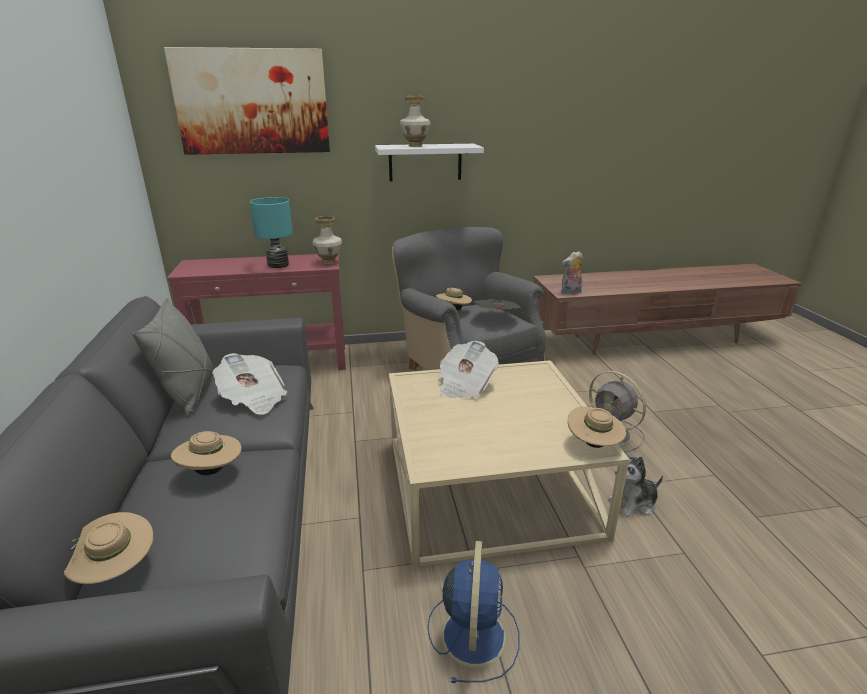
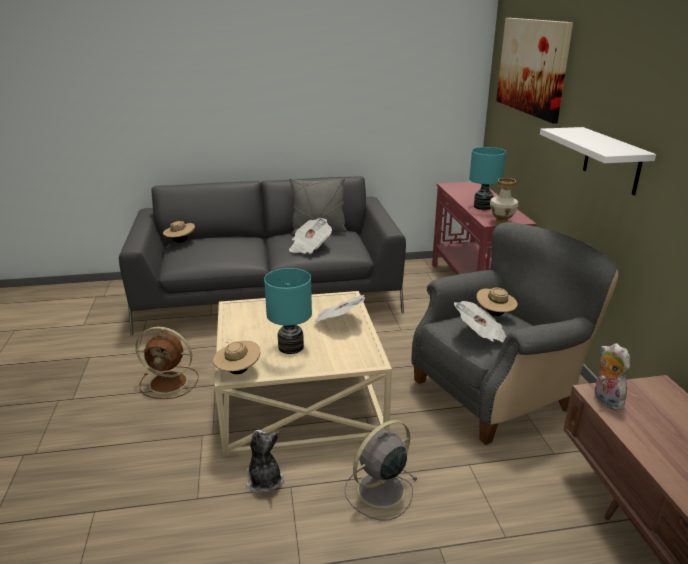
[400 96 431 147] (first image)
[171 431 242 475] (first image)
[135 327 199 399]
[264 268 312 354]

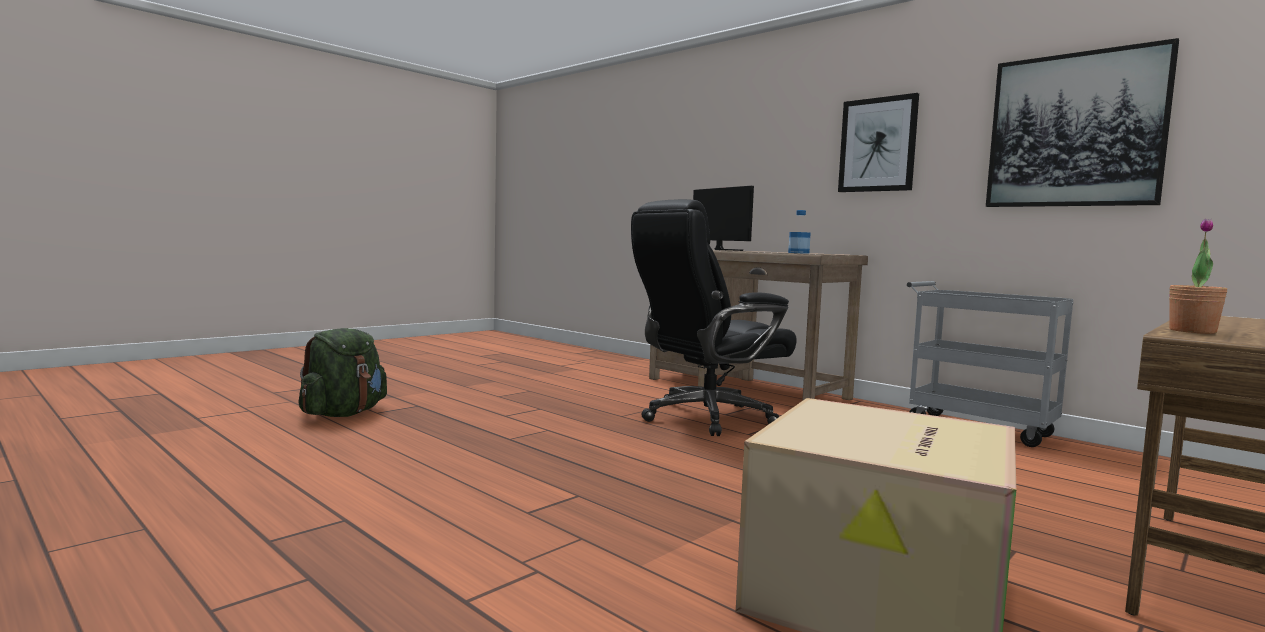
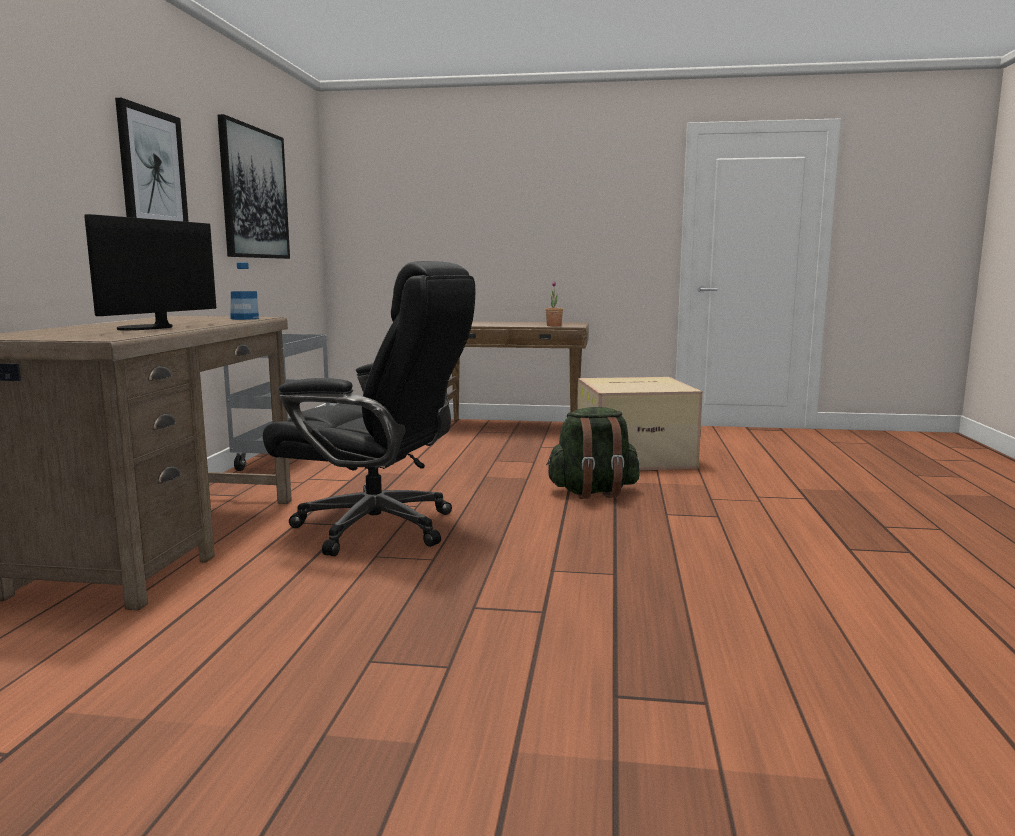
[546 407 640 499]

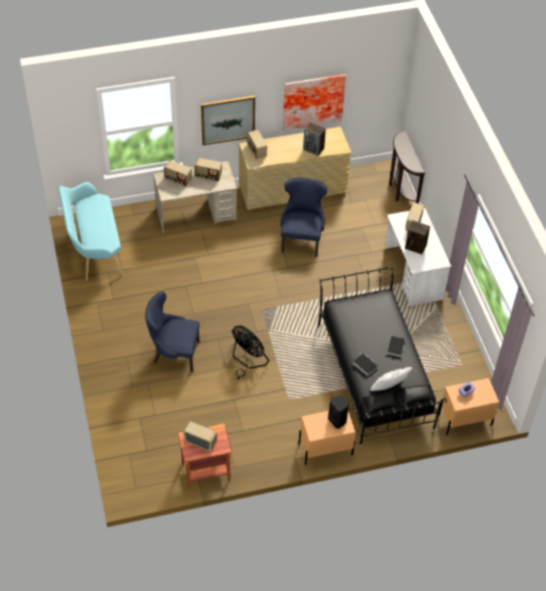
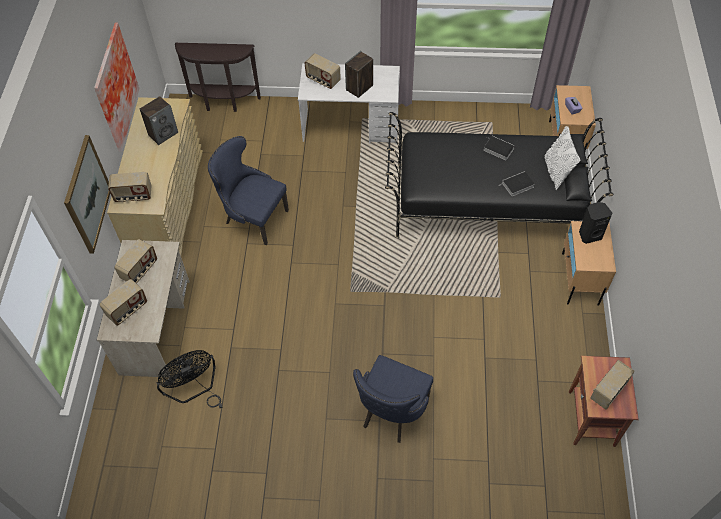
[59 182 123 281] (first image)
[156 350 223 408]

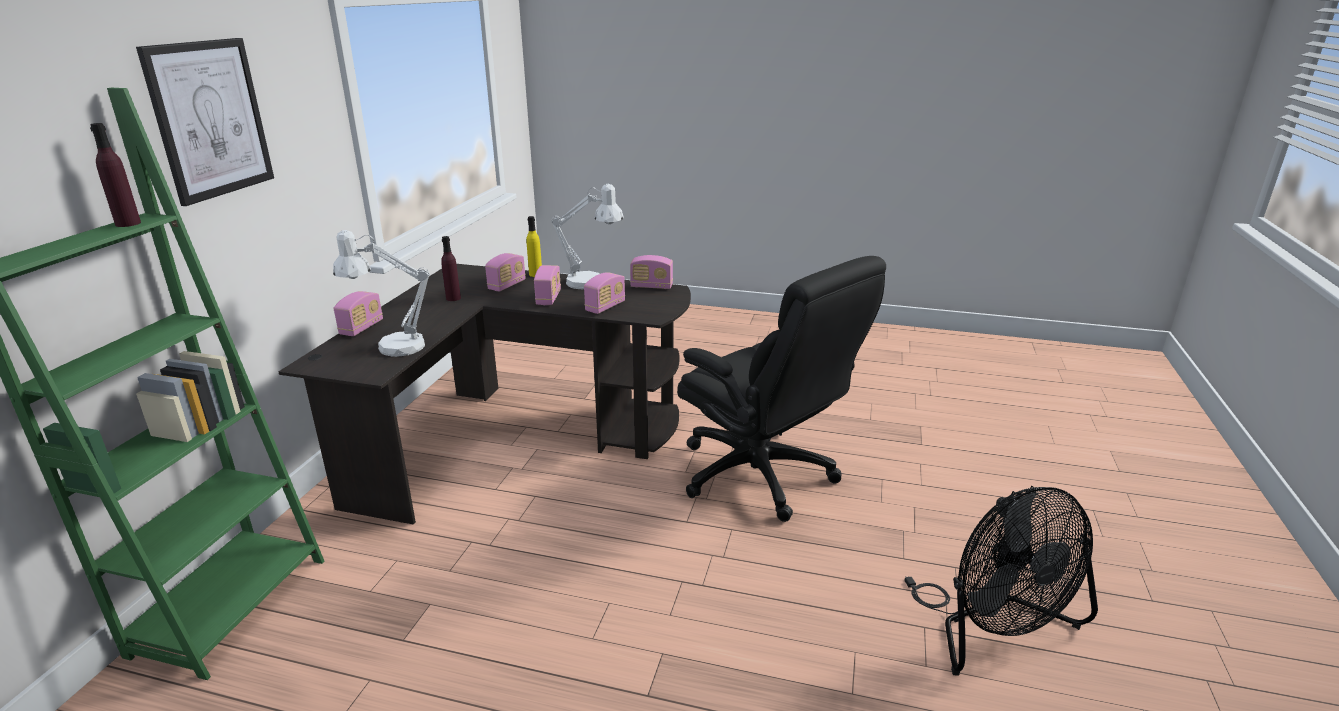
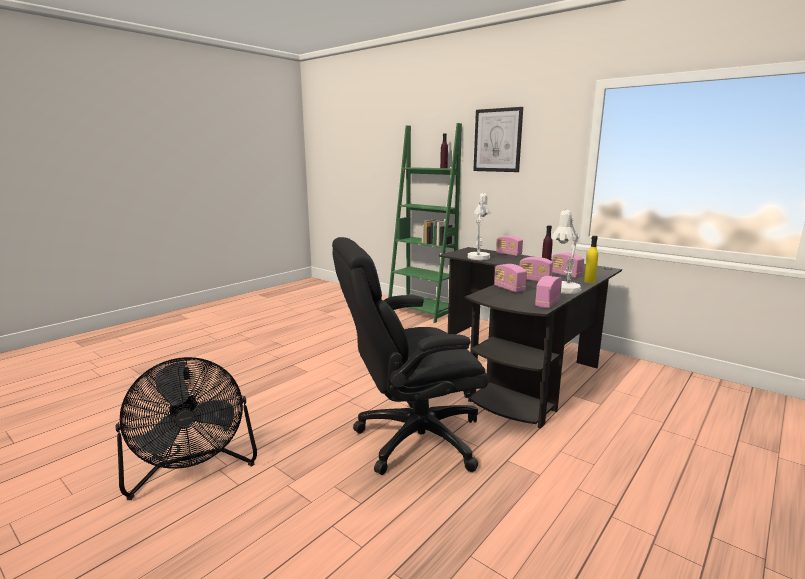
[115 357 257 500]

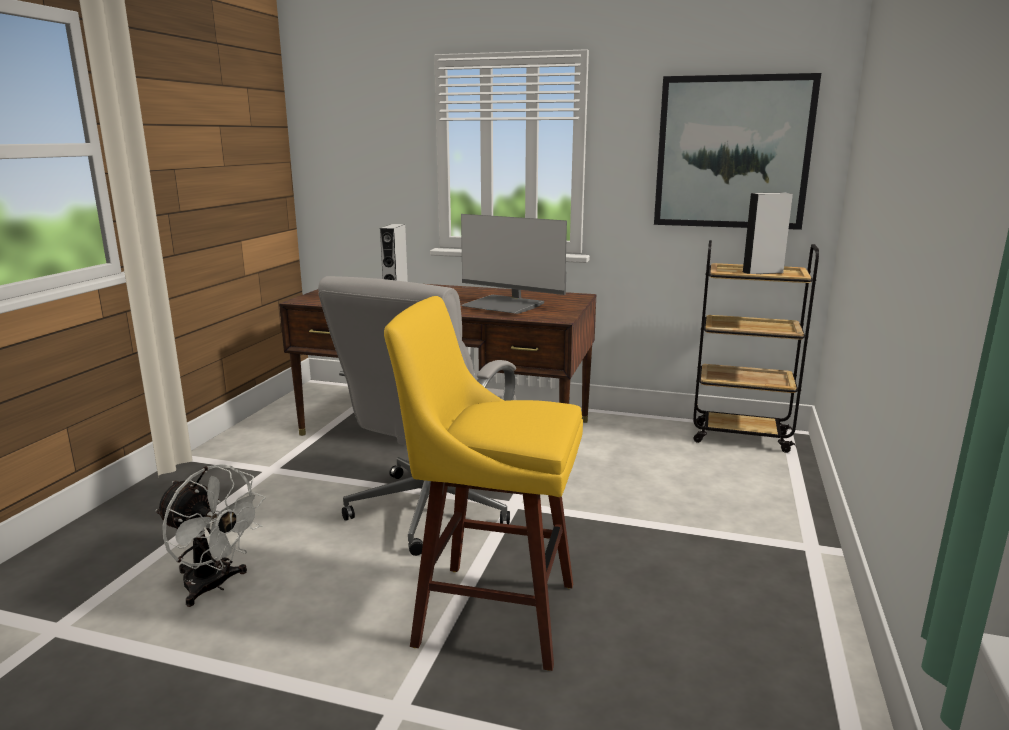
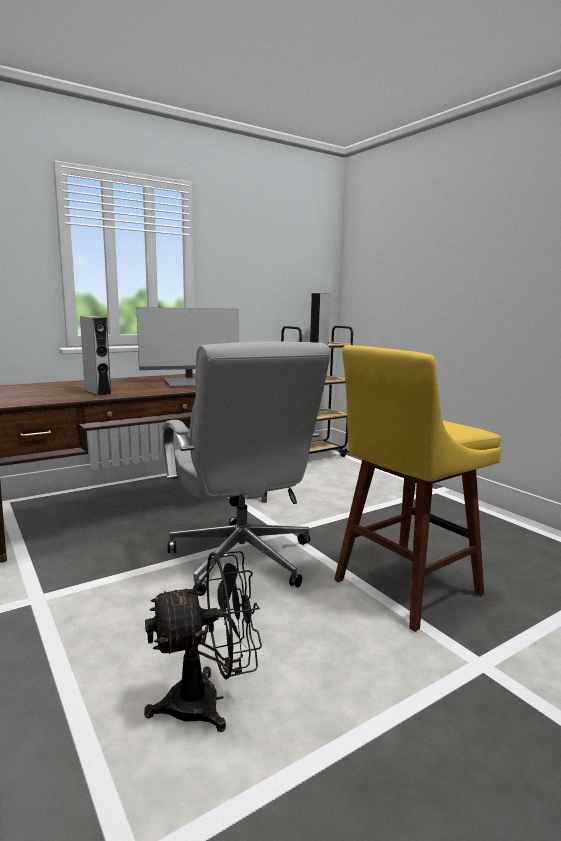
[654 73 821 230] (first image)
[144 551 262 732]

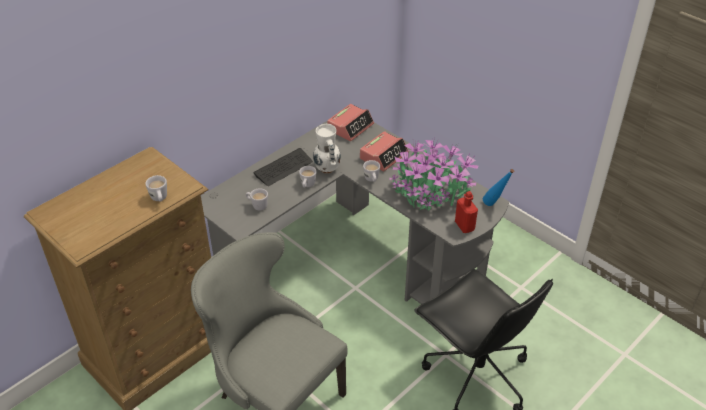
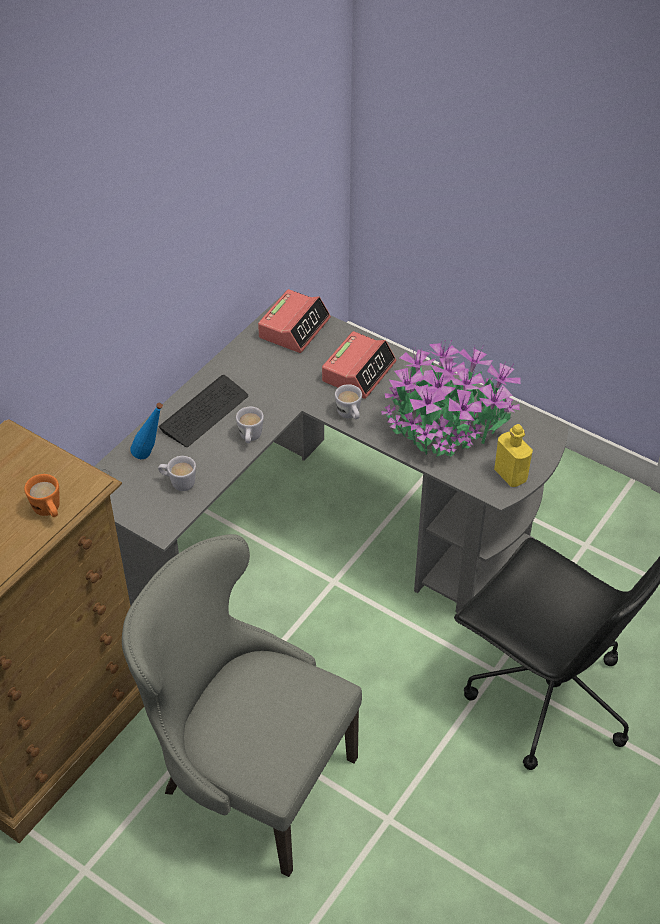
[313 124 341 174] (first image)
[130 403 163 459]
[24 474 60 517]
[494 424 533 487]

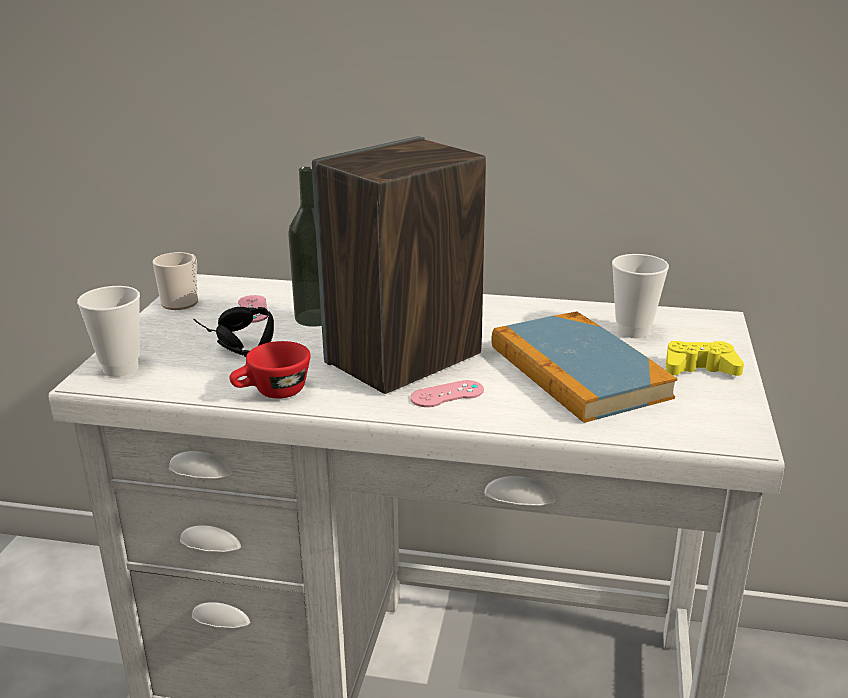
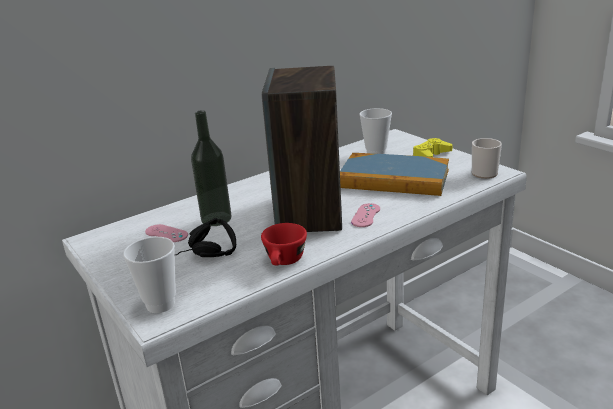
[472 138 502 179]

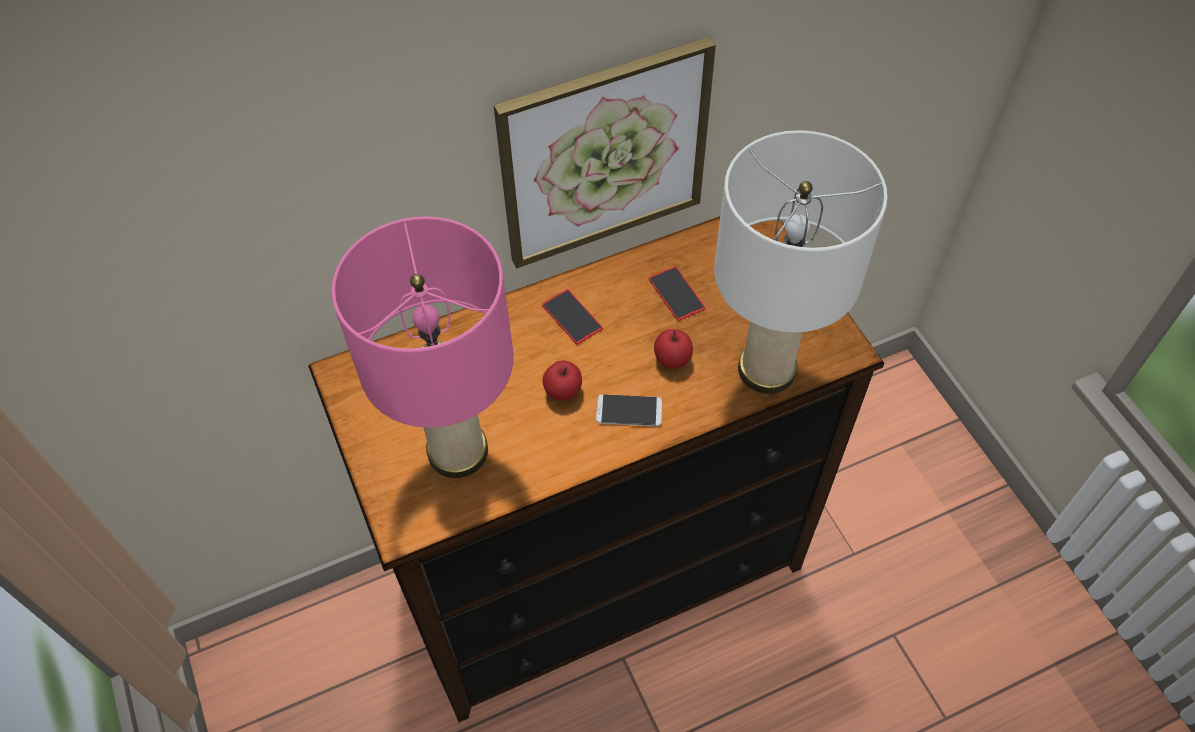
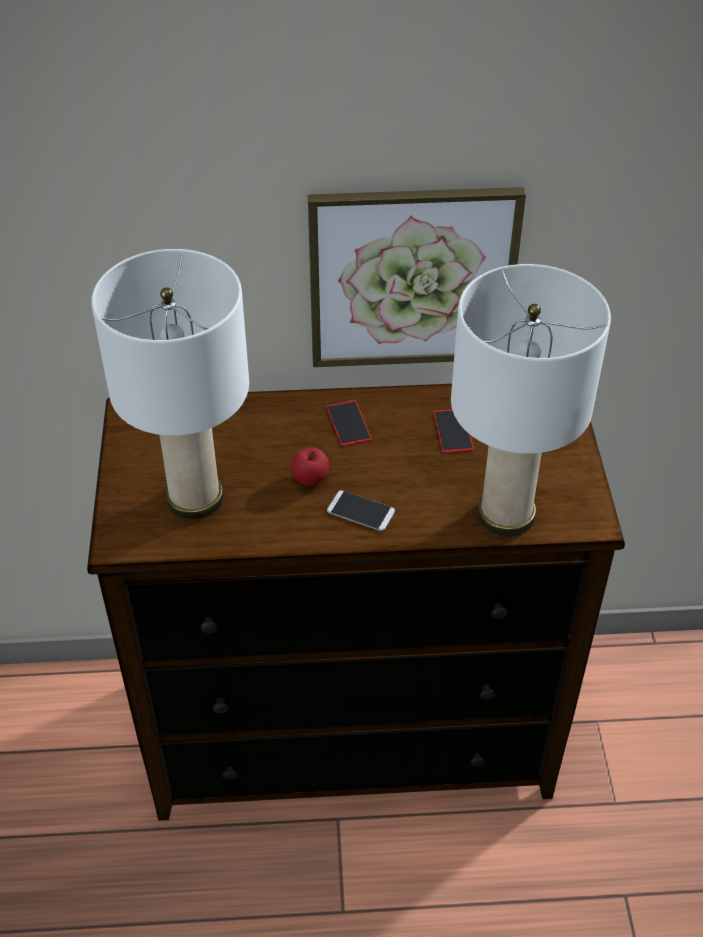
[91 249 249 520]
[654 329 693 369] (first image)

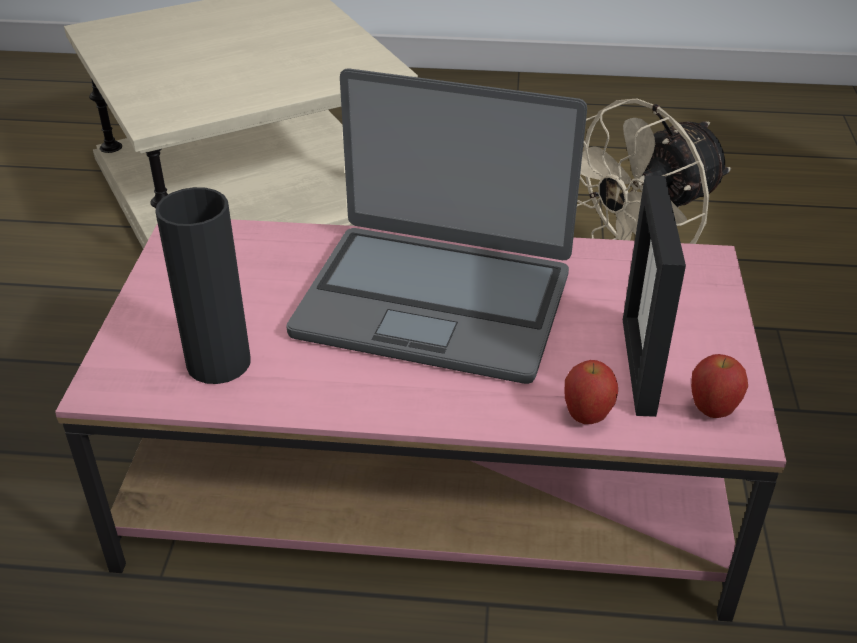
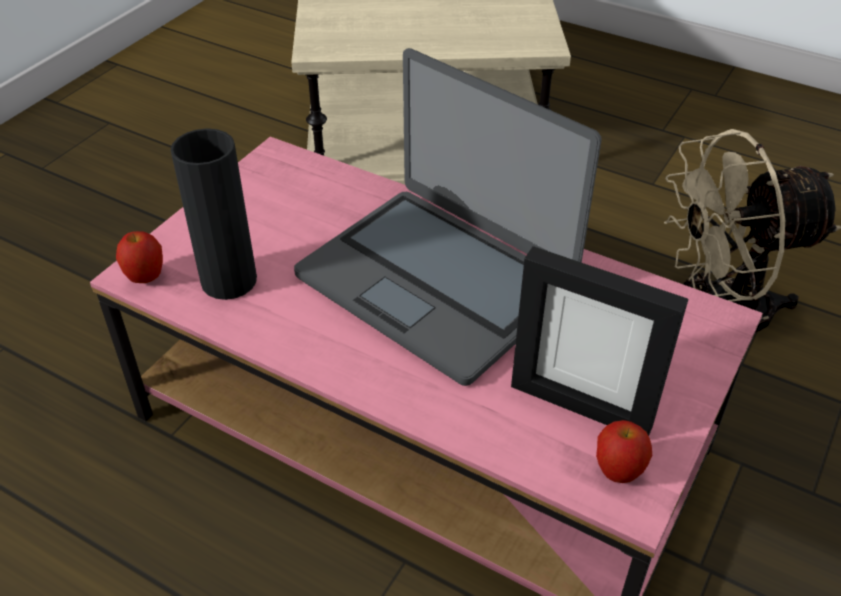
[511 246 688 436]
[116 231 163 283]

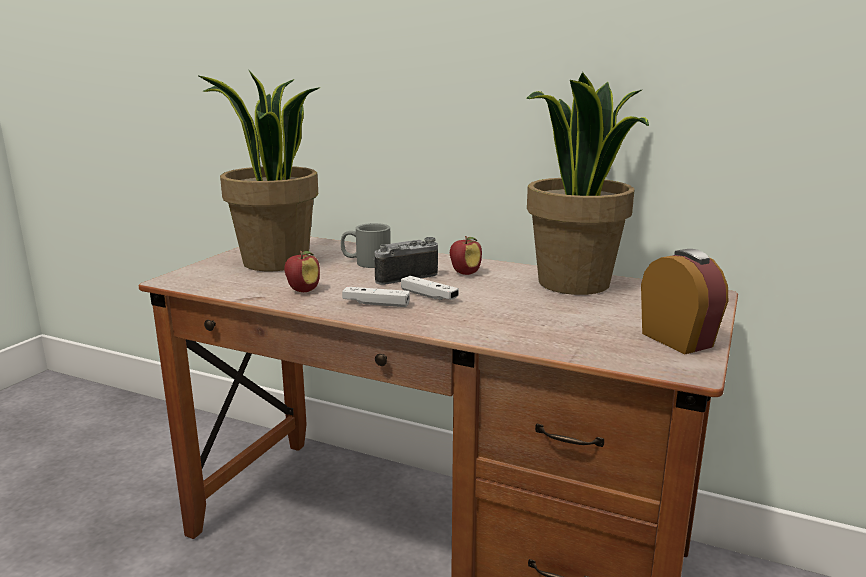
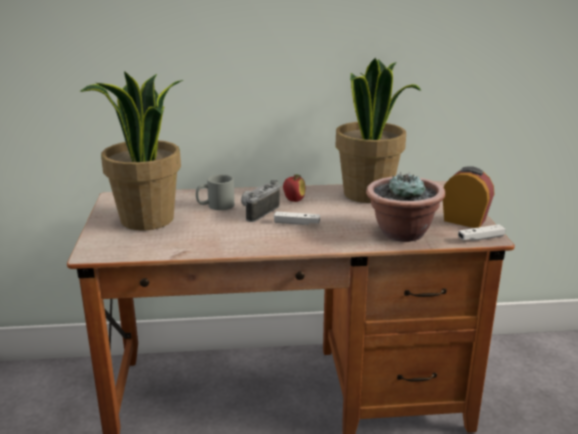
[284 251 320 292] (first image)
[458 224 505 241]
[366 172 445 242]

